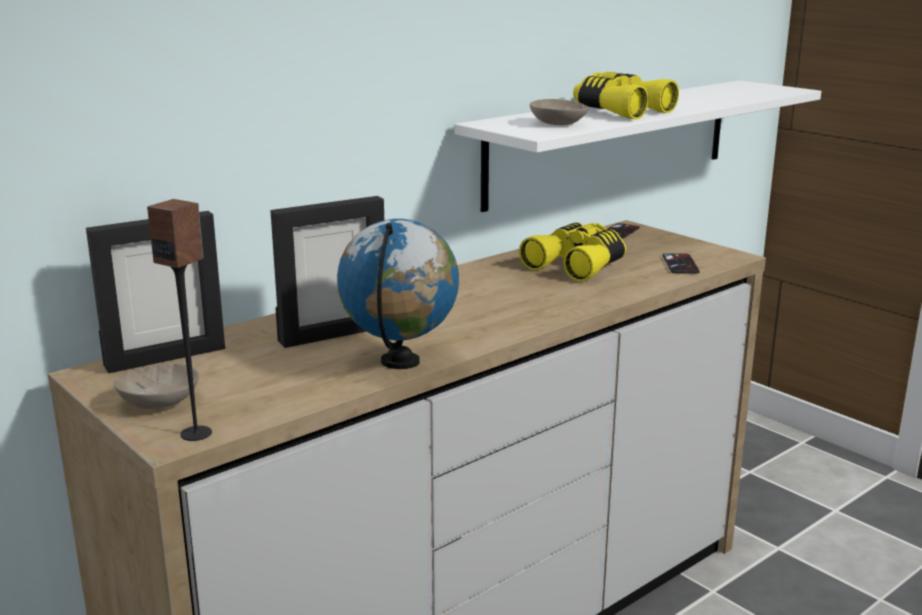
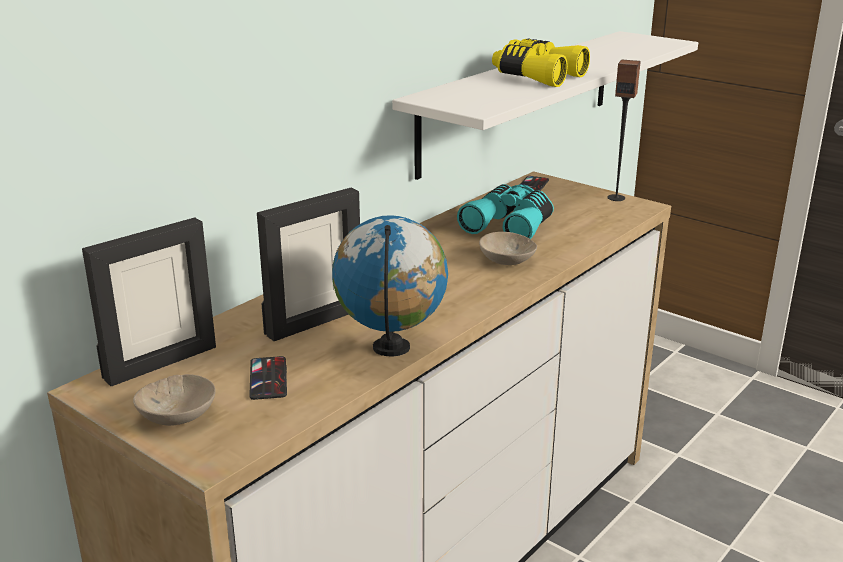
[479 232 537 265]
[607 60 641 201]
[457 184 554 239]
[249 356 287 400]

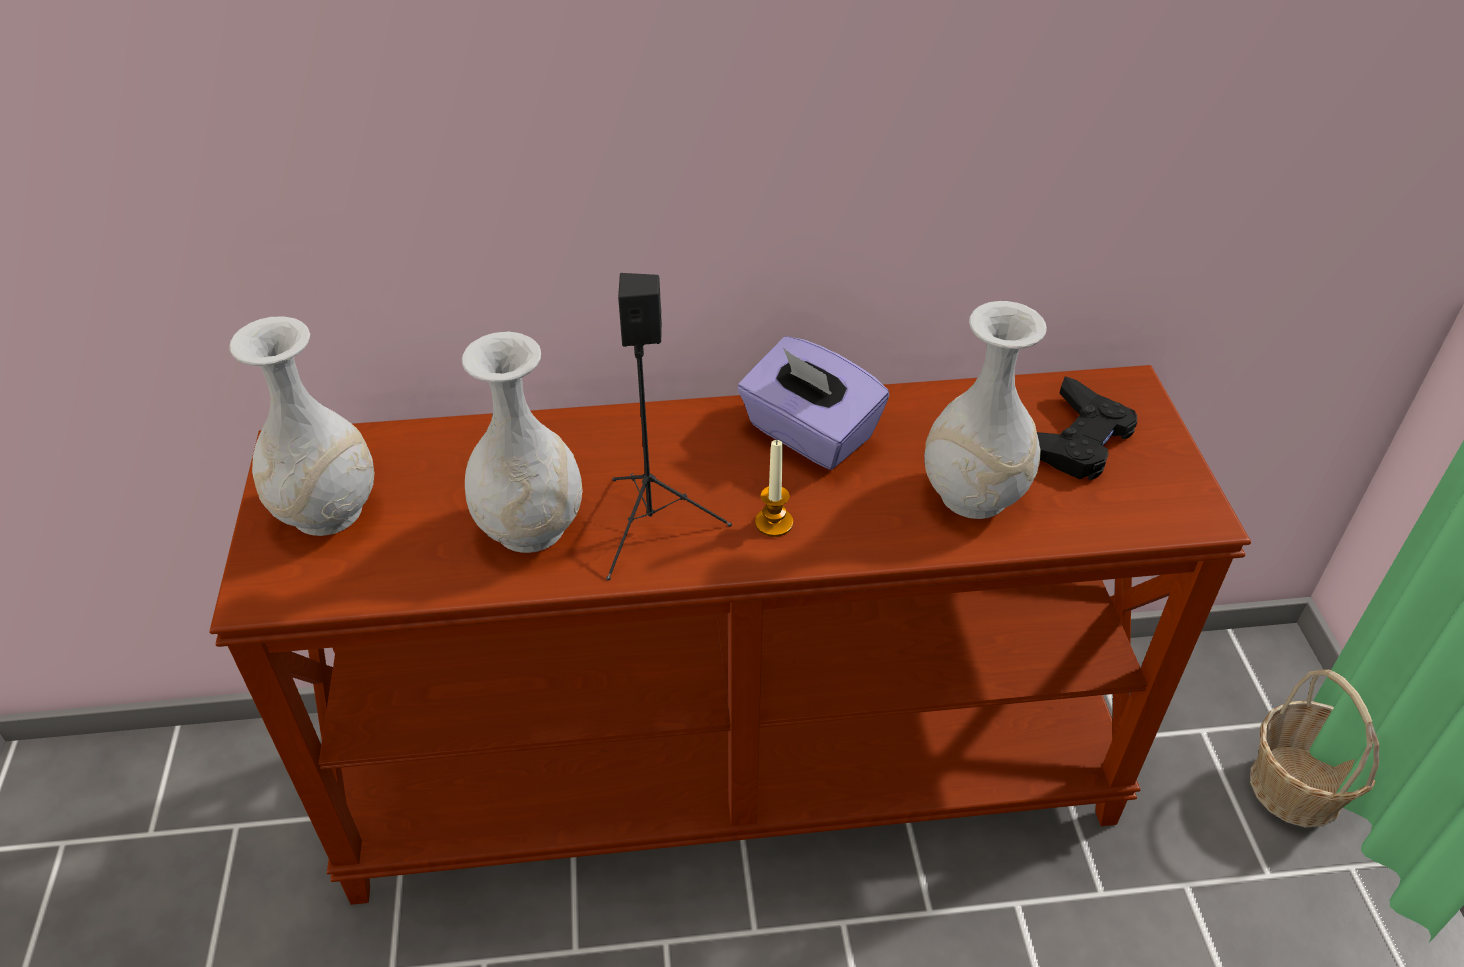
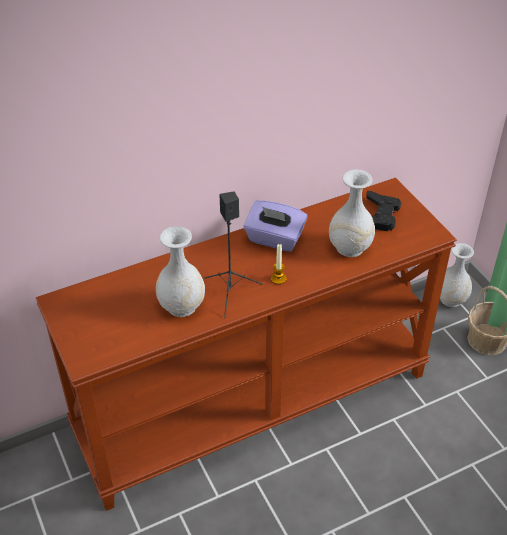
[440 243 474 307]

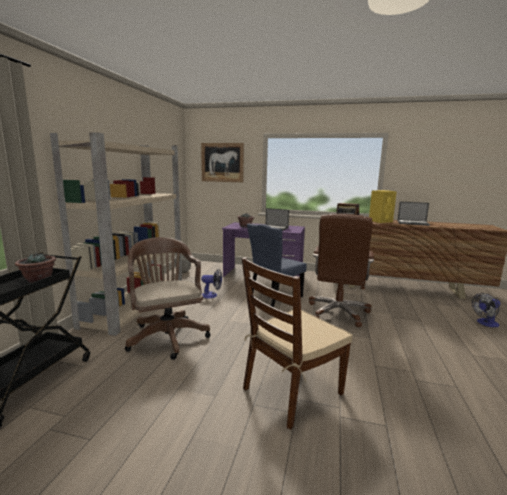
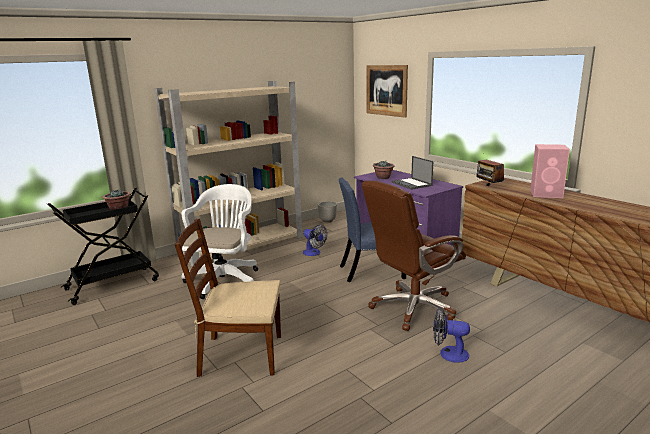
[530 144 570 198]
[398 202 430 226] (first image)
[181 184 258 299]
[433 307 470 363]

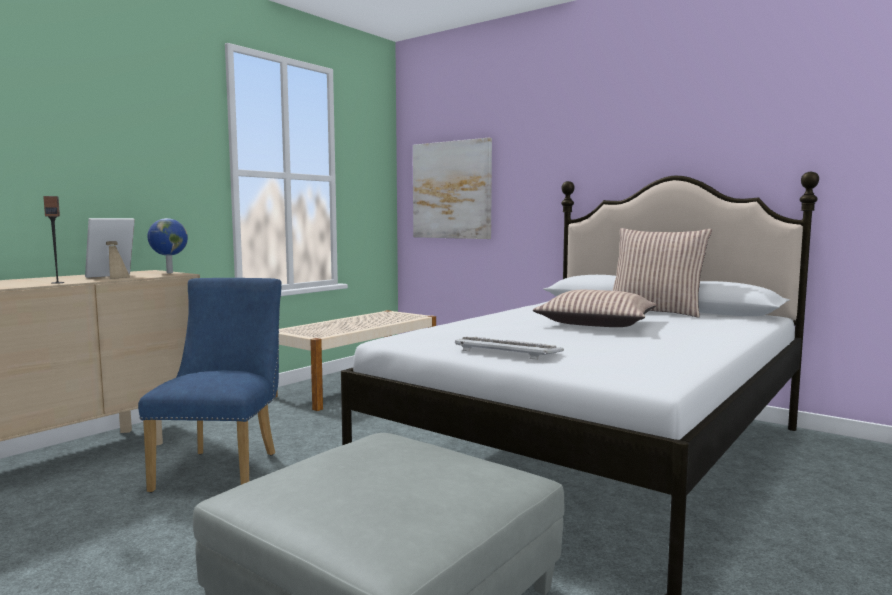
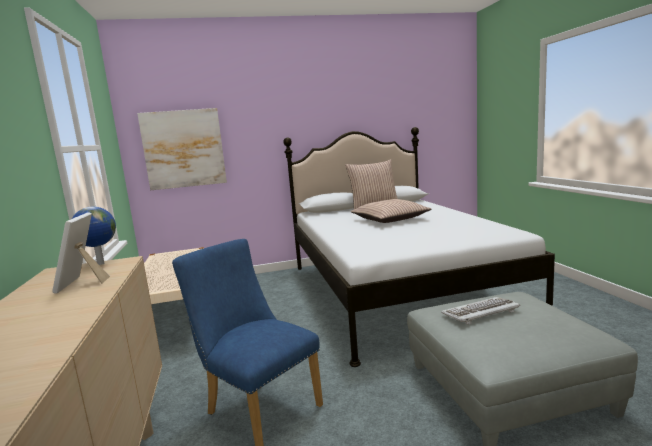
[43 196 64 284] (first image)
[441 297 520 325]

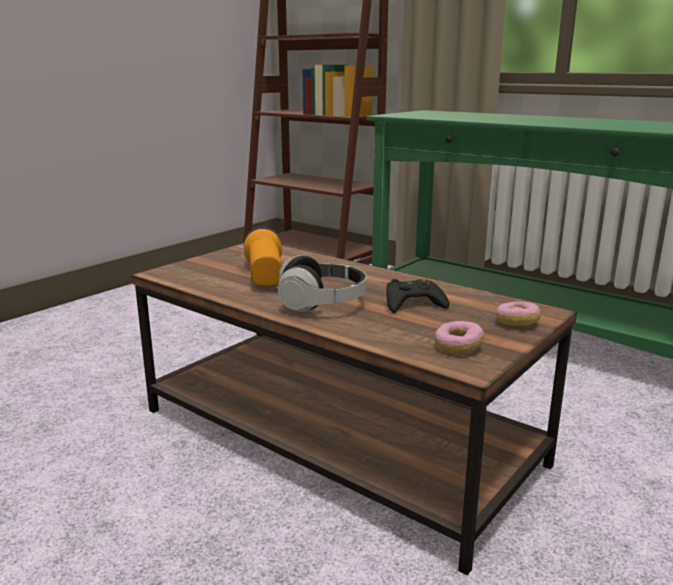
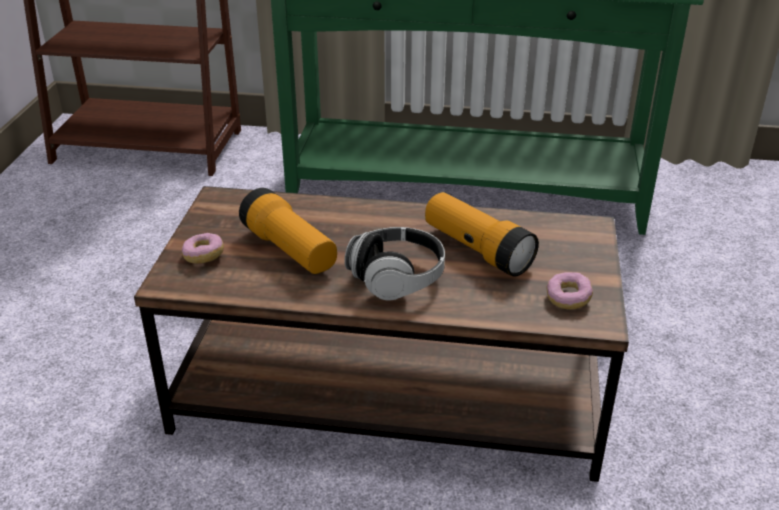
[425 192 539 277]
[182 233 224 264]

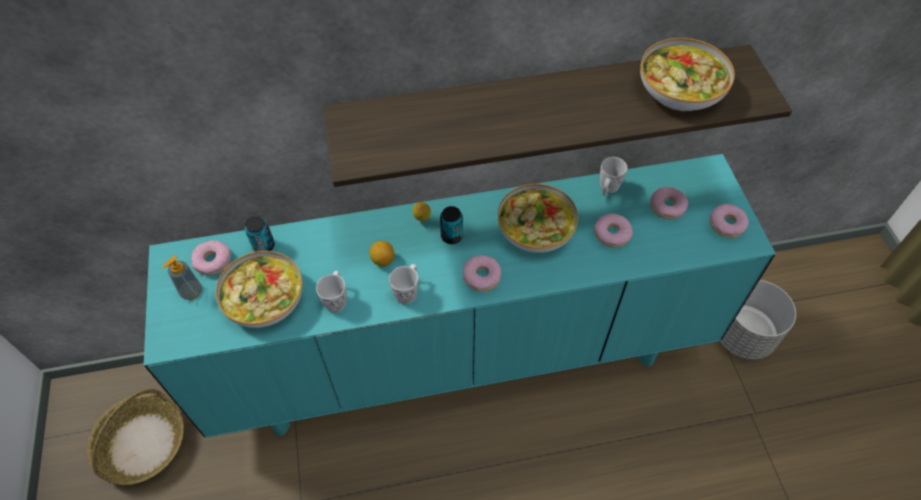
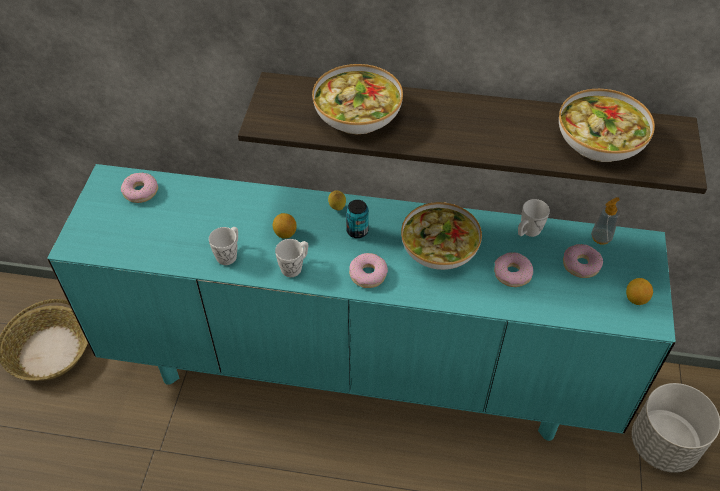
[626 278 653 305]
[245 216 275 252] (first image)
[312 64 403 135]
[591 197 620 245]

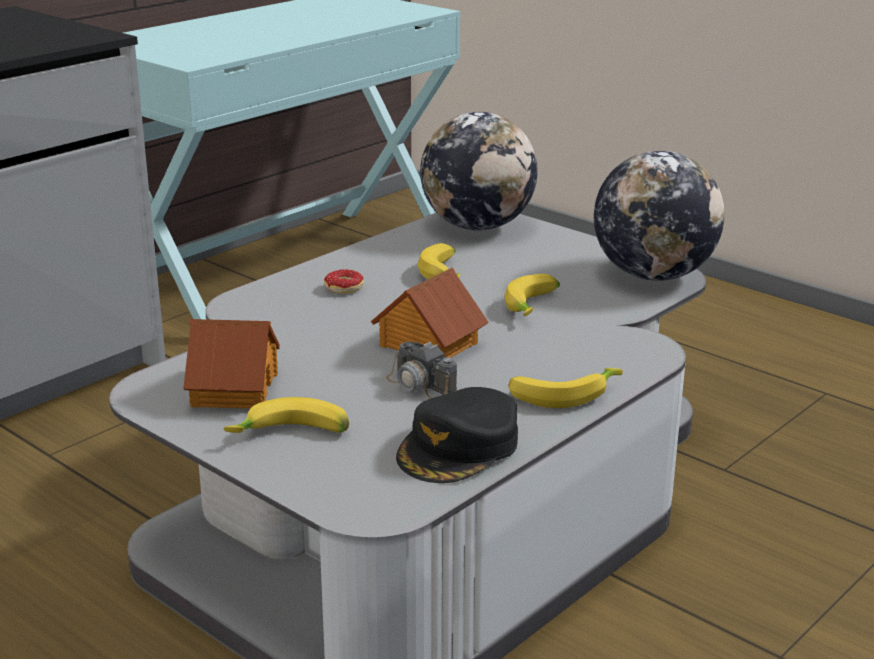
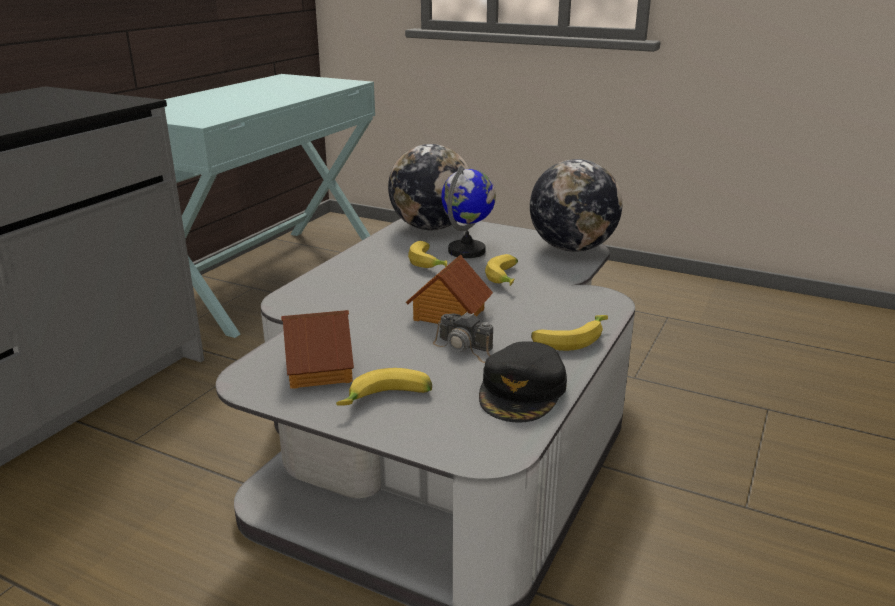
[324 269 364 294] (first image)
[441 165 496 258]

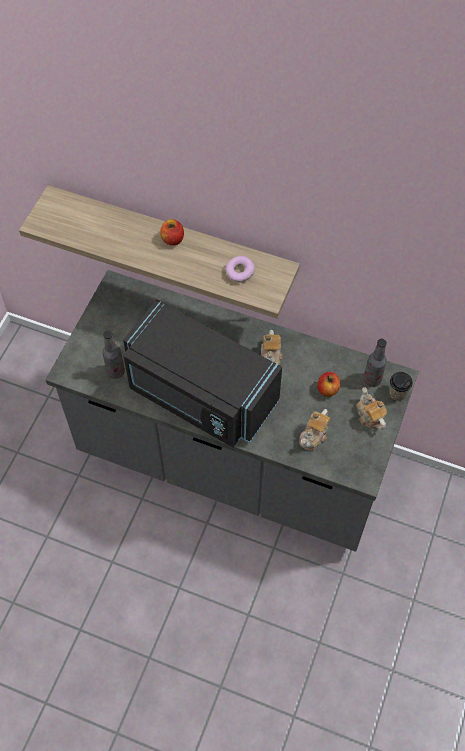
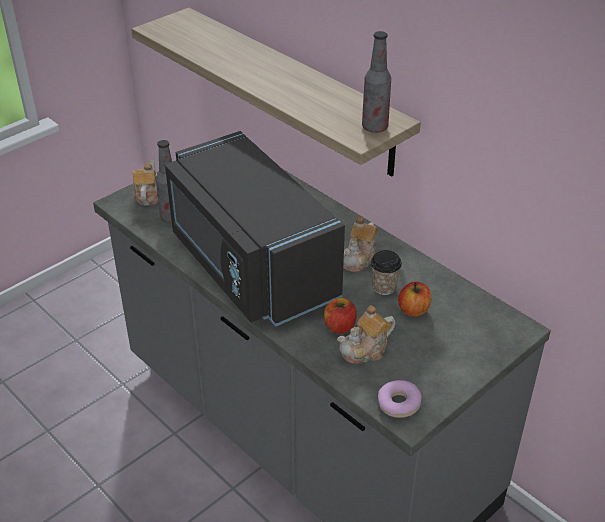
[324 298 357 334]
[378 380 422 418]
[362 31 391 133]
[371 250 402 295]
[133 160 158 206]

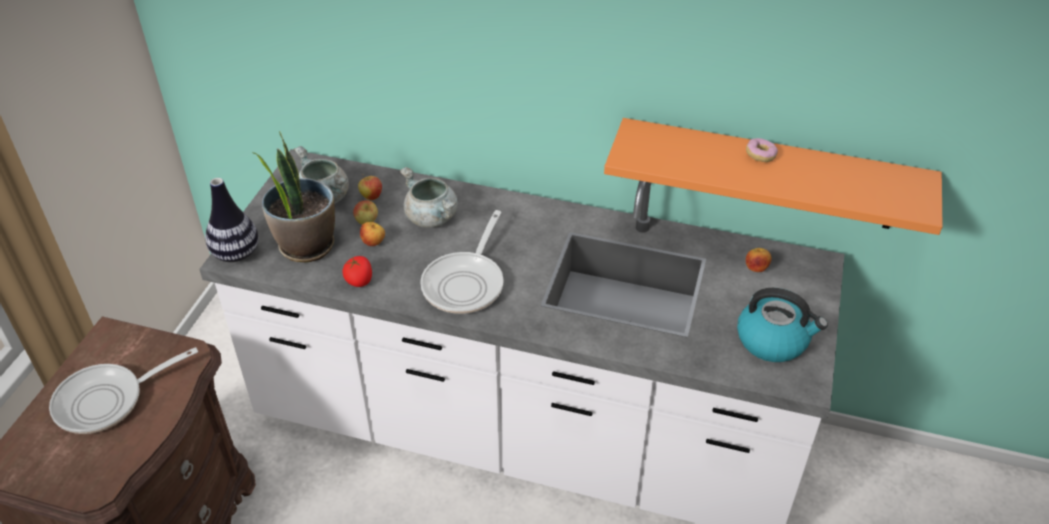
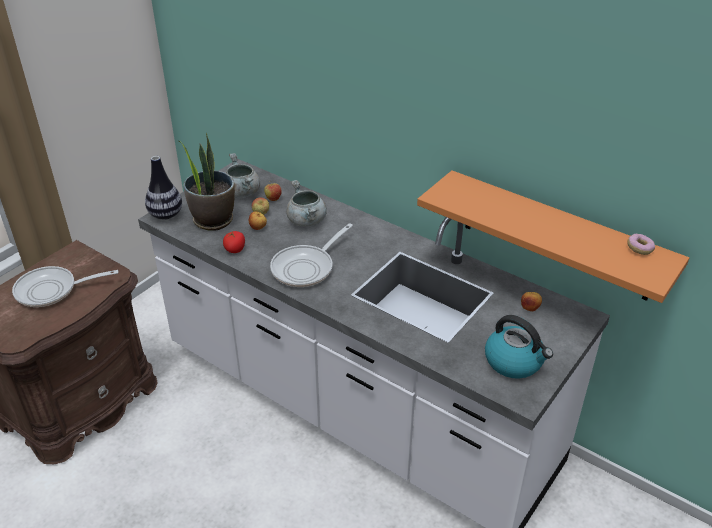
[627 234 655 255]

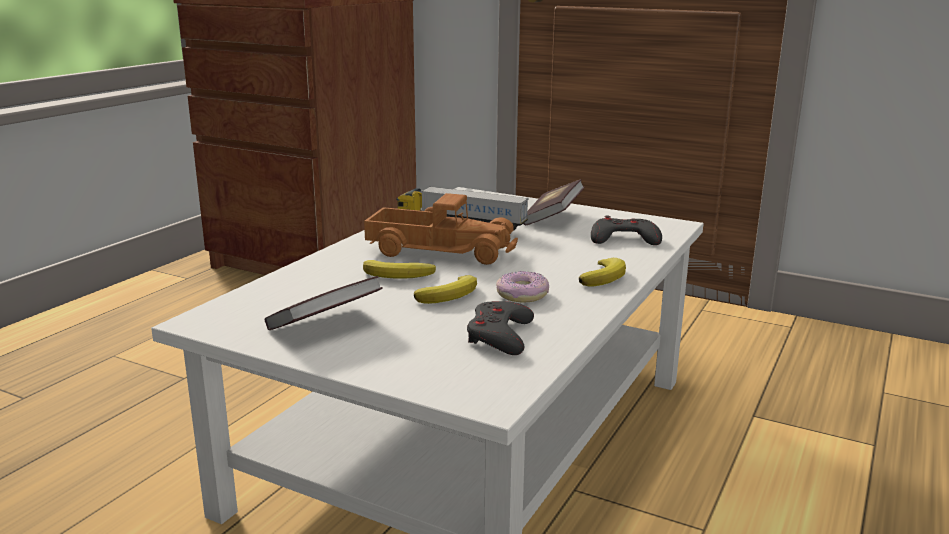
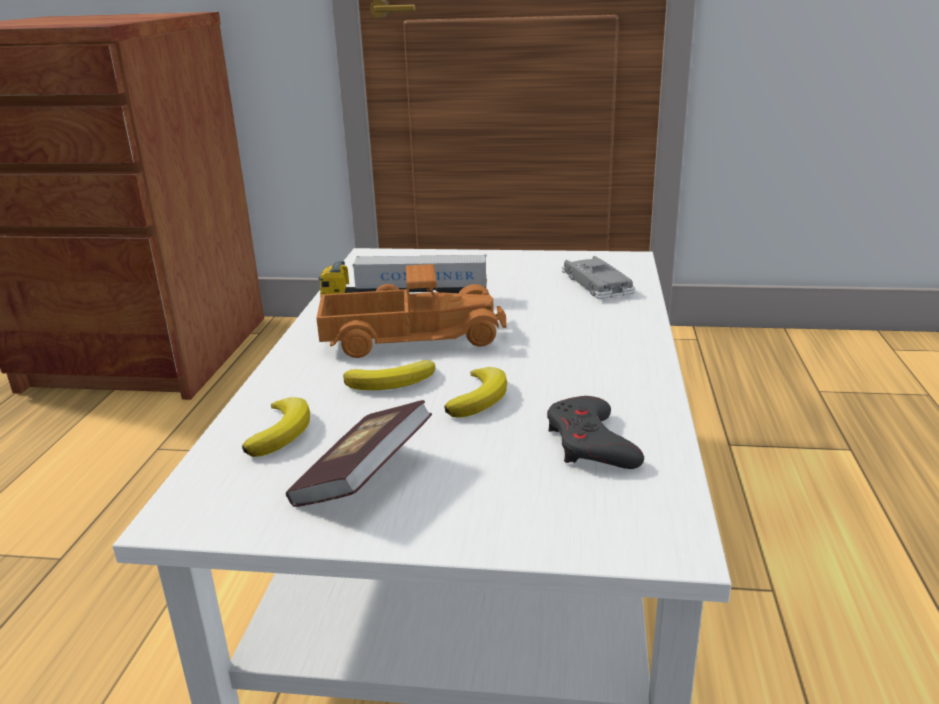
[523 179 584 225] (first image)
[561 256 635 299]
[242 397 310 457]
[496 271 549 303] (first image)

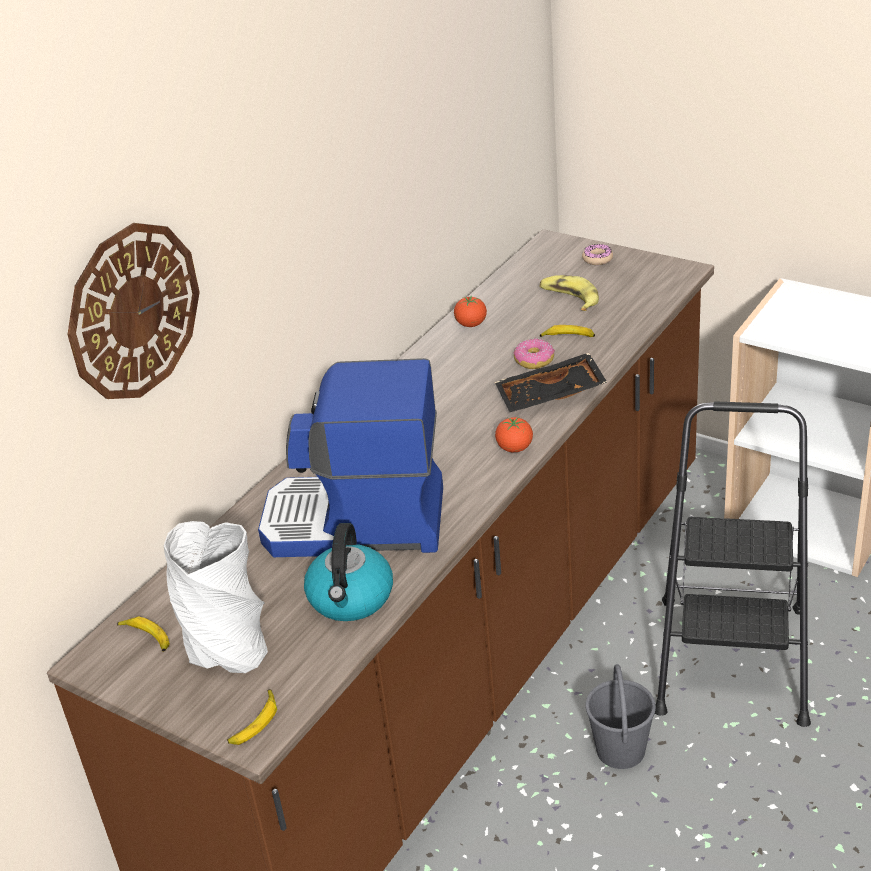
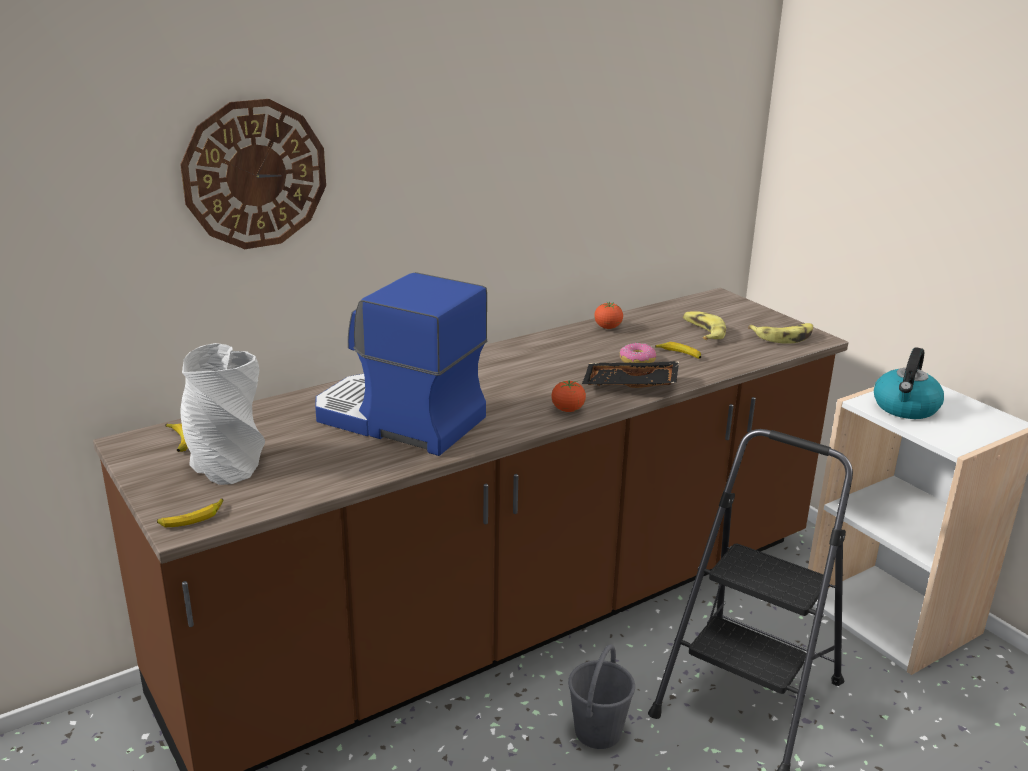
[582 244 613 265] (first image)
[874 347 944 419]
[748 323 813 343]

